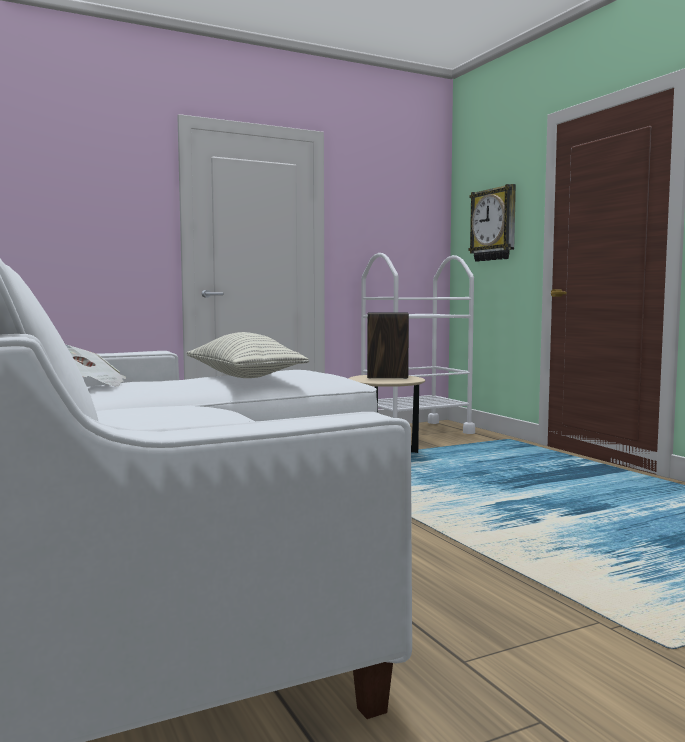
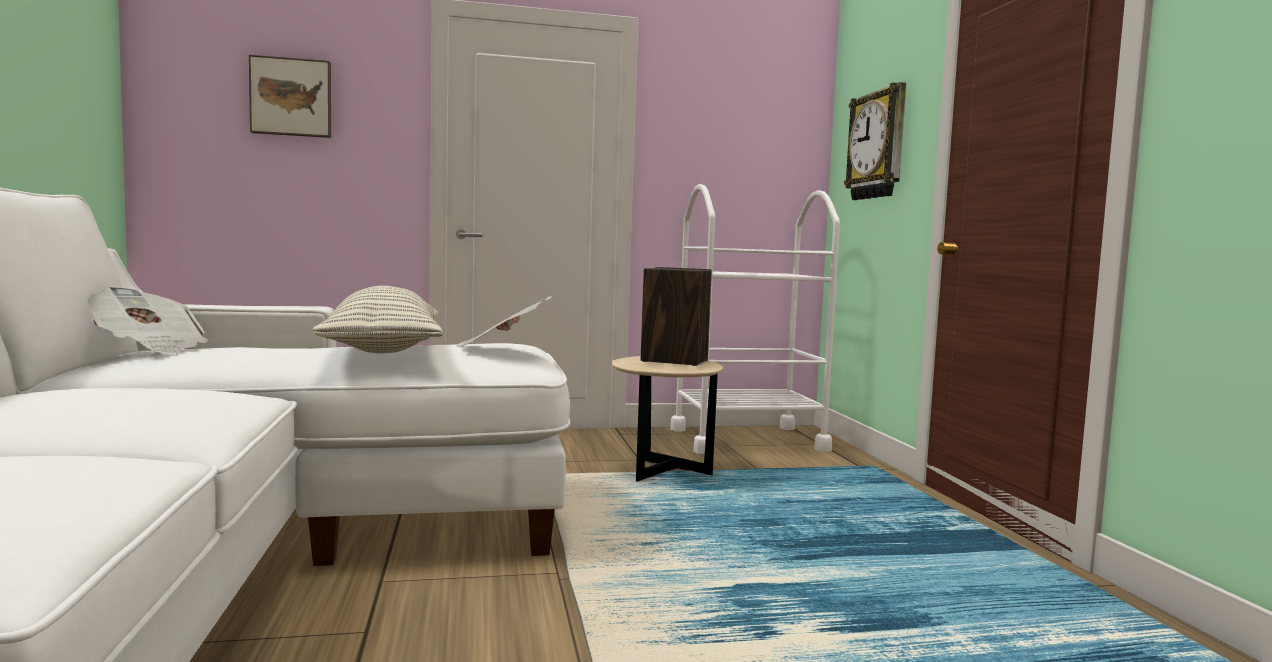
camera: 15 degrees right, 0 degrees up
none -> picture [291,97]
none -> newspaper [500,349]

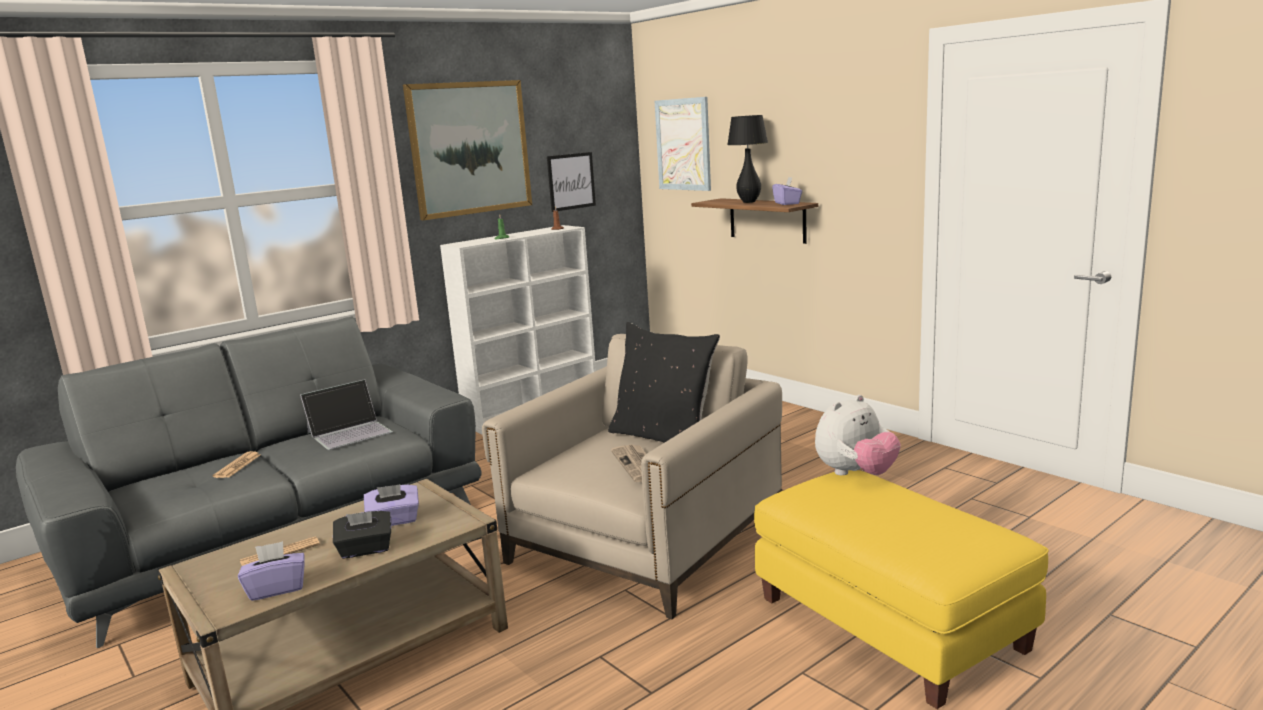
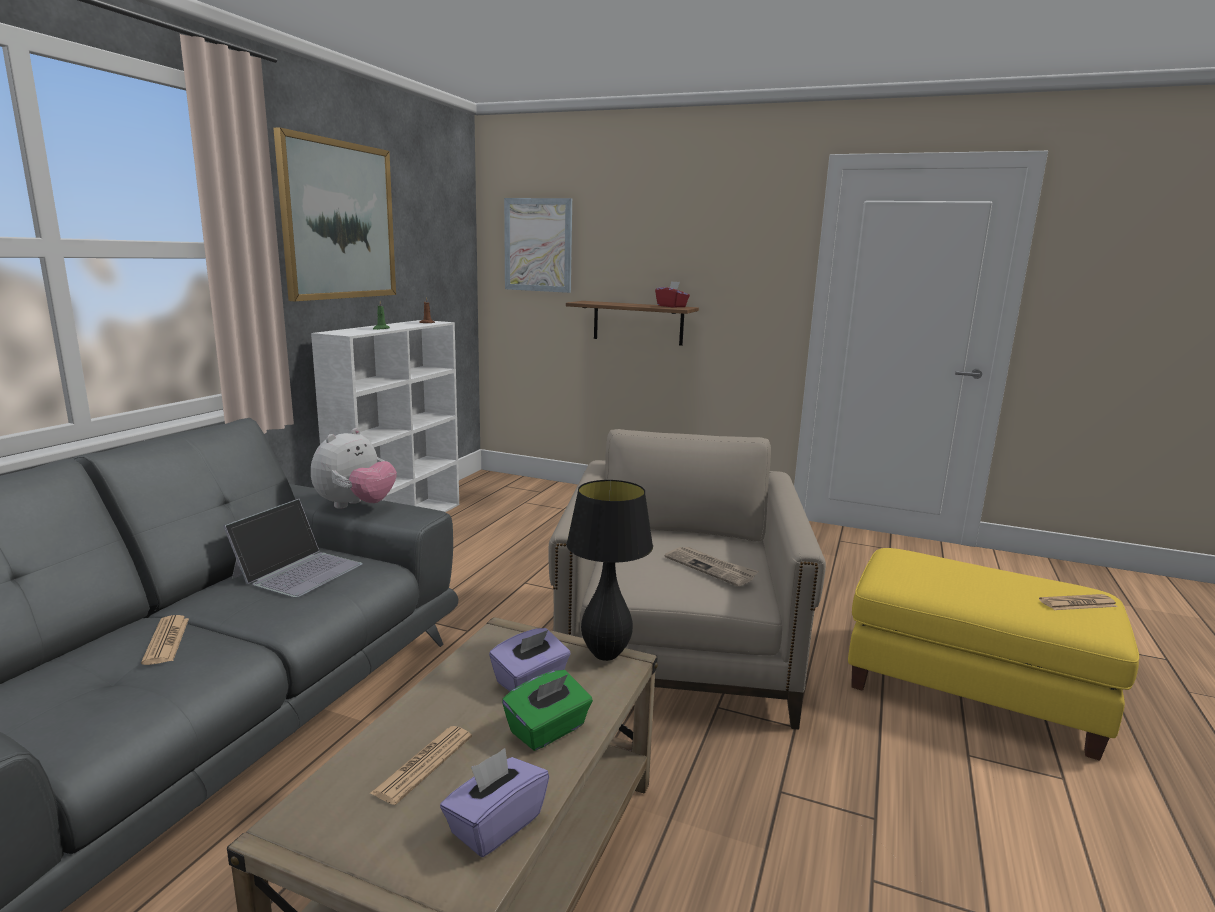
camera: 30 degrees left, 0 degrees up
tissue box in black [365,550] -> tissue box in green [548,730]
picture [571,181] -> none
pillow in black [664,437] -> none
table lamp in black [749,202] -> table lamp in black [605,654], shifted
tissue box in purple [787,203] -> tissue box in red [671,306]
plush toy [855,474] -> plush toy [355,506], shifted
none -> newspaper [1077,603]

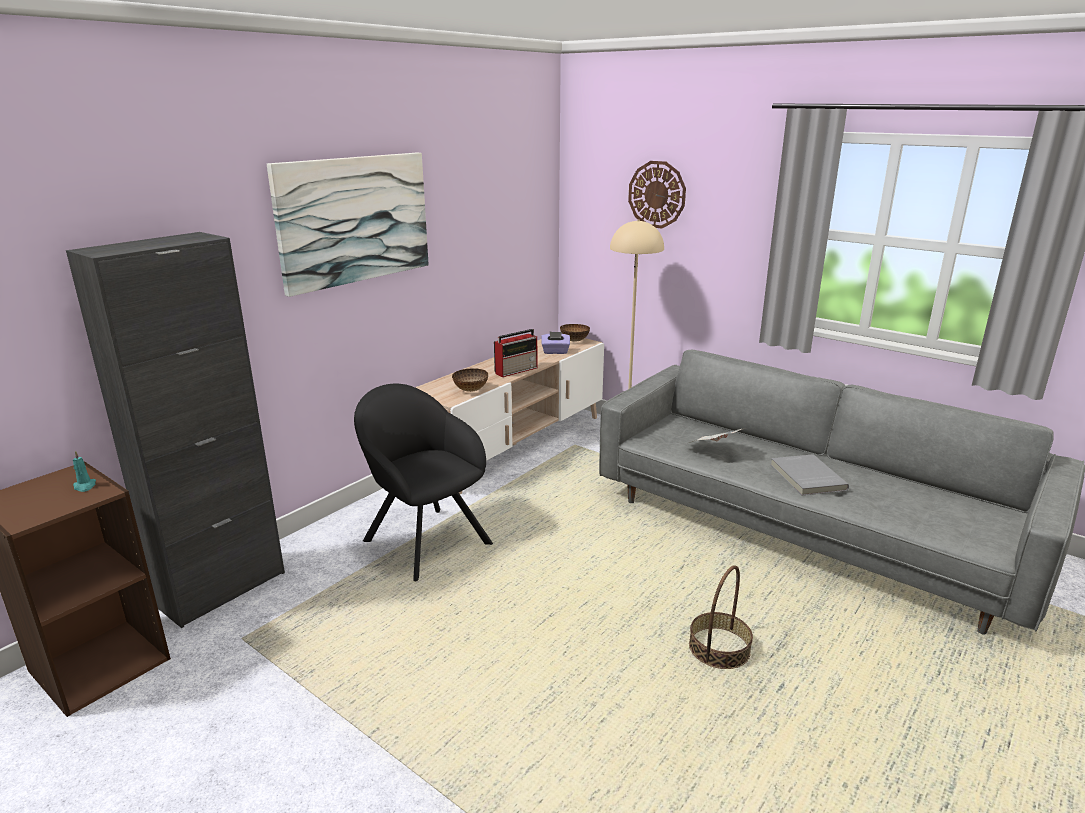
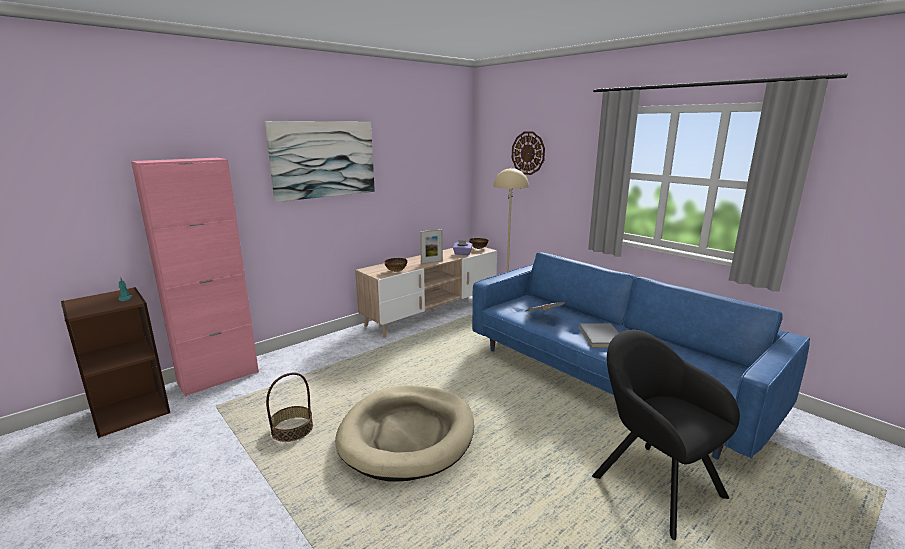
camera: 10 degrees right, 5 degrees down
cabinet in black [222,589] -> cabinet in pink [219,378]
armchair in black [424,539] -> armchair in black [652,482], shifted
radio [517,370] -> picture frame [431,262]
sofa in grey [806,530] -> sofa in blue [608,378]
basket [719,648] -> basket [292,429], shifted
none -> dog bed in beige [407,434]

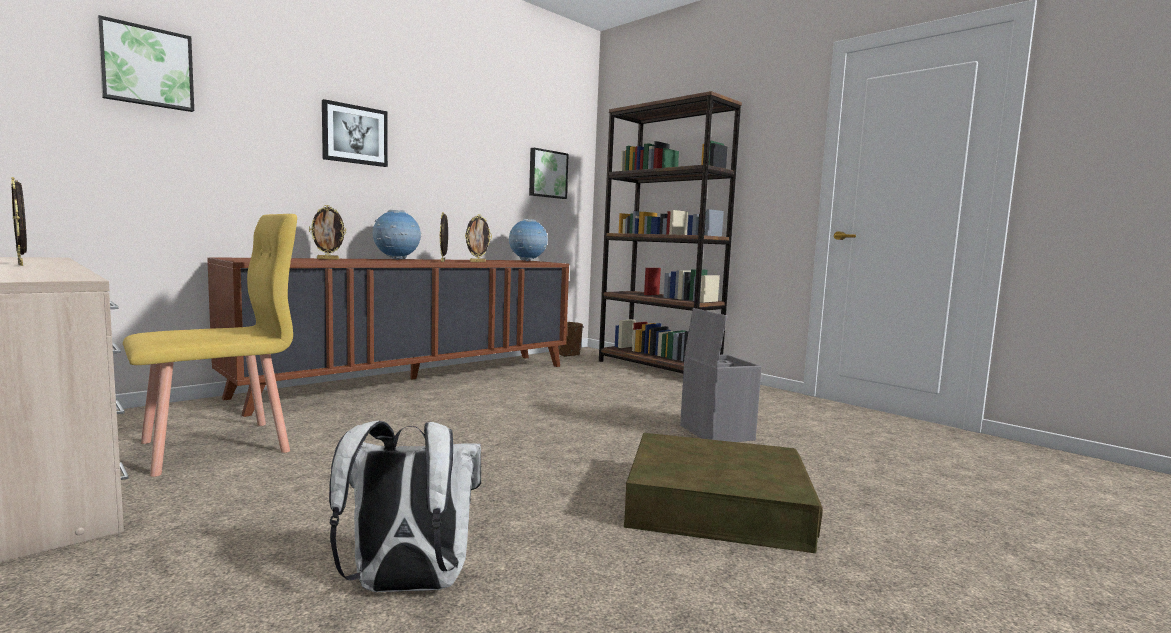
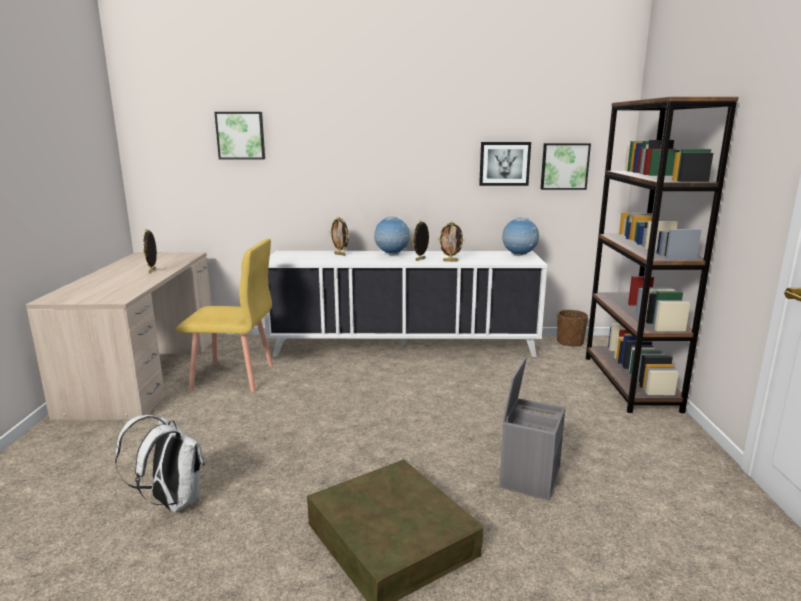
camera: 45 degrees right, 10 degrees up
cabinet in brown [416,380] -> cabinet in white [403,347]
picture [354,134] -> picture [504,163], shifted

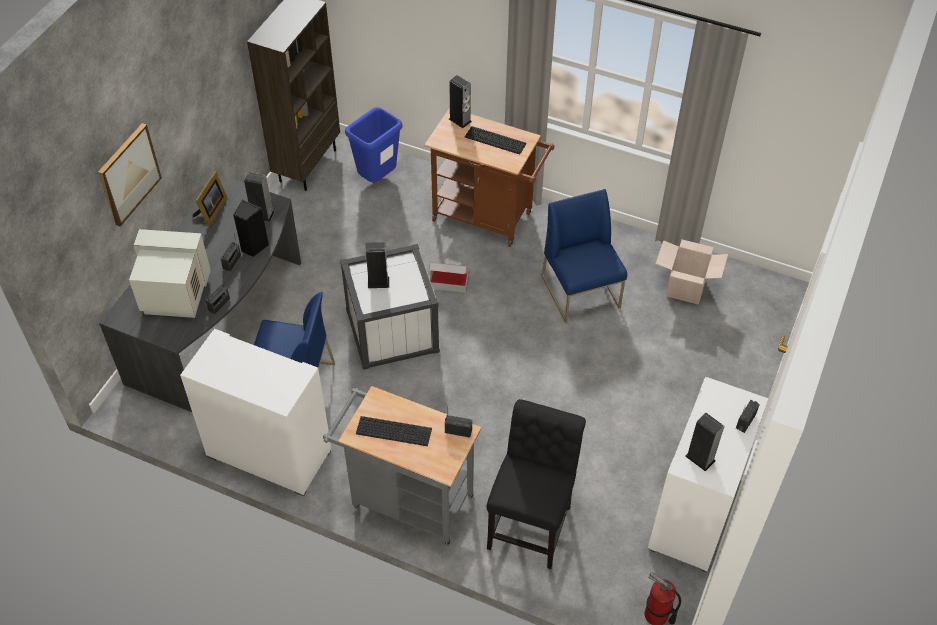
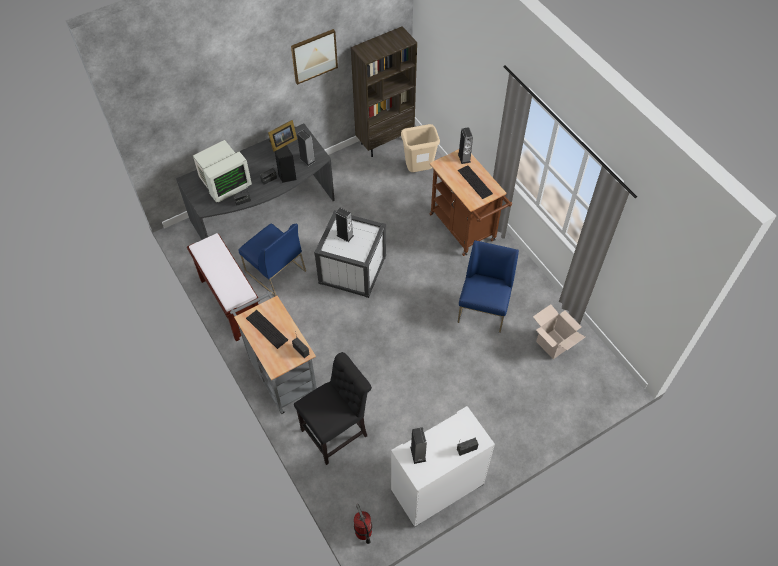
camera: 35 degrees right, 5 degrees up
picture [128,174] -> picture [314,56], shifted
monitor [175,296] -> monitor [224,184], 105 degrees clockwise
cabinet in white [268,454] -> bench in brown [231,302]
trash can in blue [378,178] -> trash can in beige [419,170]
cardboard box [449,280] -> none

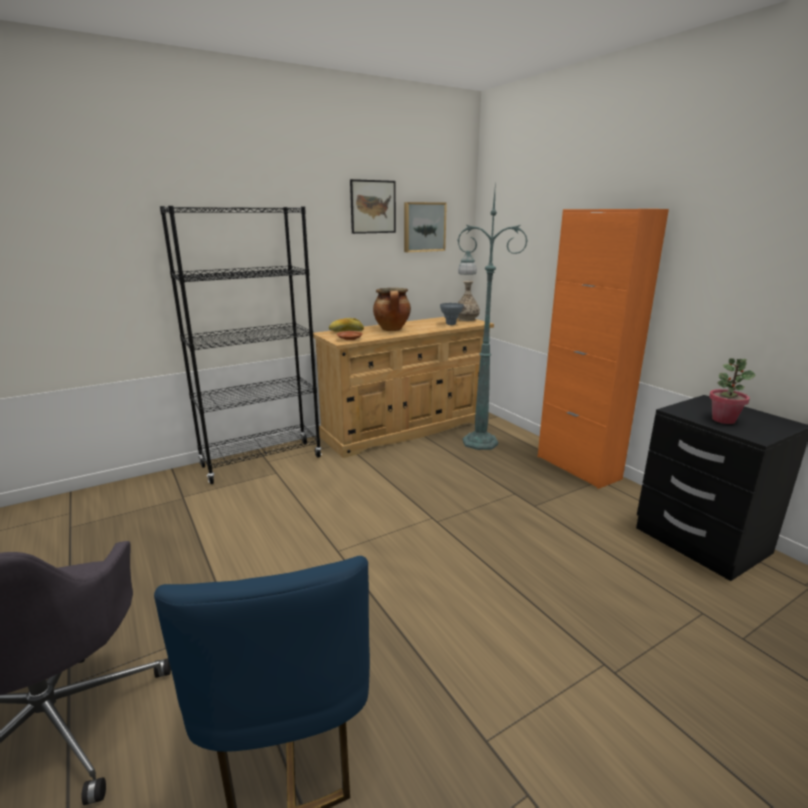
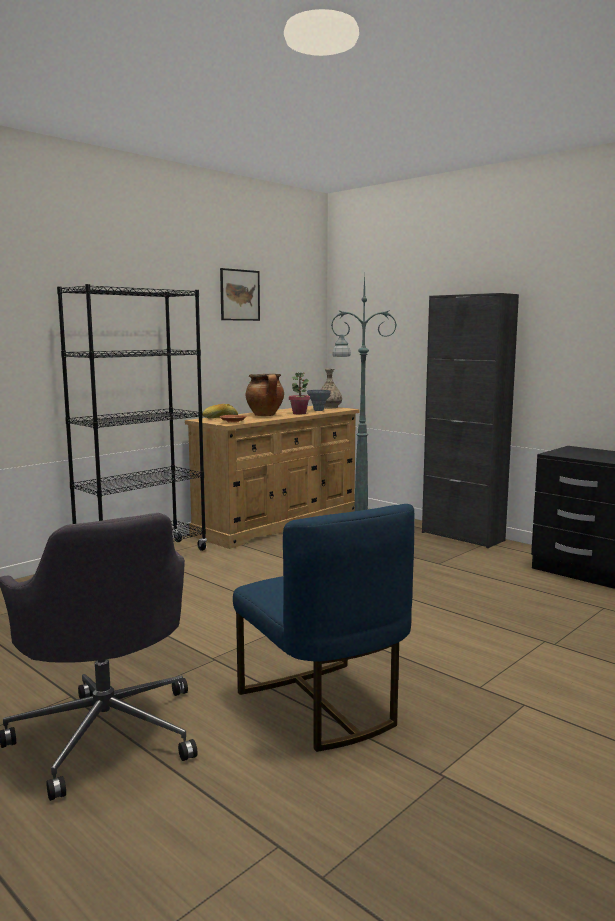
camera: 15 degrees left, 10 degrees down
picture [423,227] -> none
cabinet in orange [578,467] -> cabinet in black [462,536]
potted plant [723,420] -> potted plant [299,413], shifted

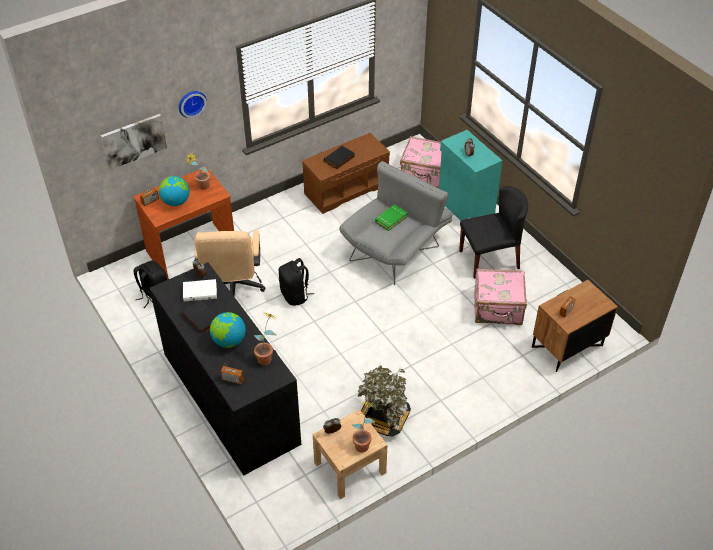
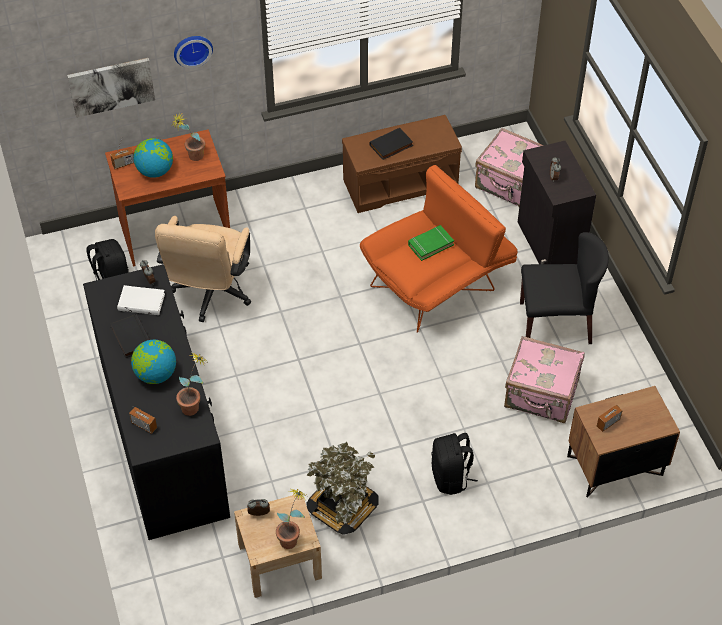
camera: 15 degrees right, 5 degrees up
backpack in black [295,295] -> backpack in black [451,477], shifted
armchair in grey [397,248] -> armchair in orange [438,282]
cabinet in turquoise [465,209] -> cabinet in black [548,244]

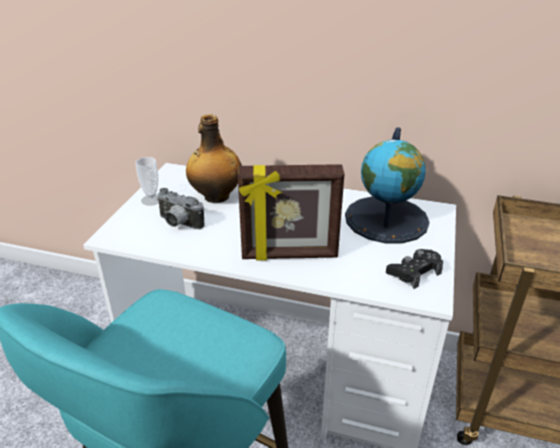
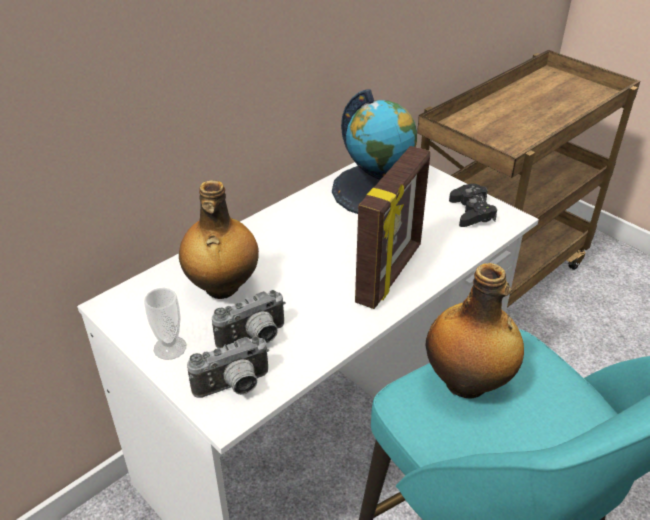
camera: 60 degrees left, 5 degrees up
none -> photo camera [234,387]
none -> bottle [467,383]

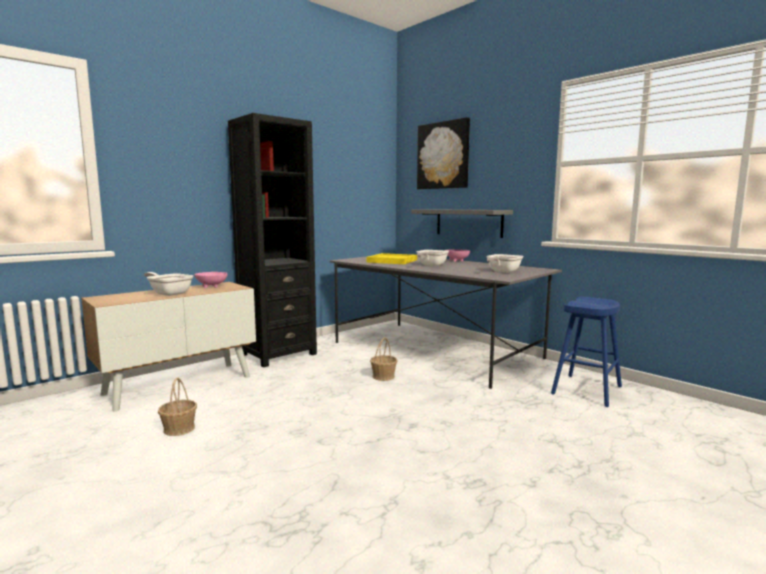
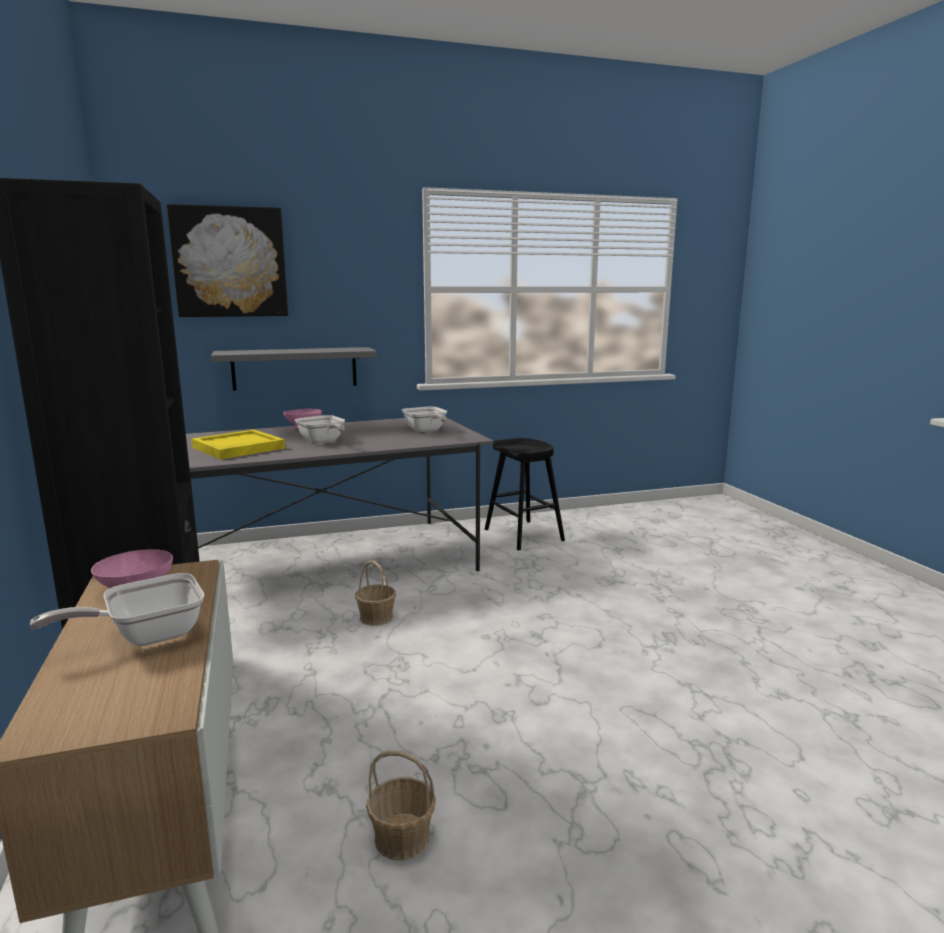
camera: 65 degrees left, 5 degrees up
stool in blue [586,390] -> stool in black [523,535]

